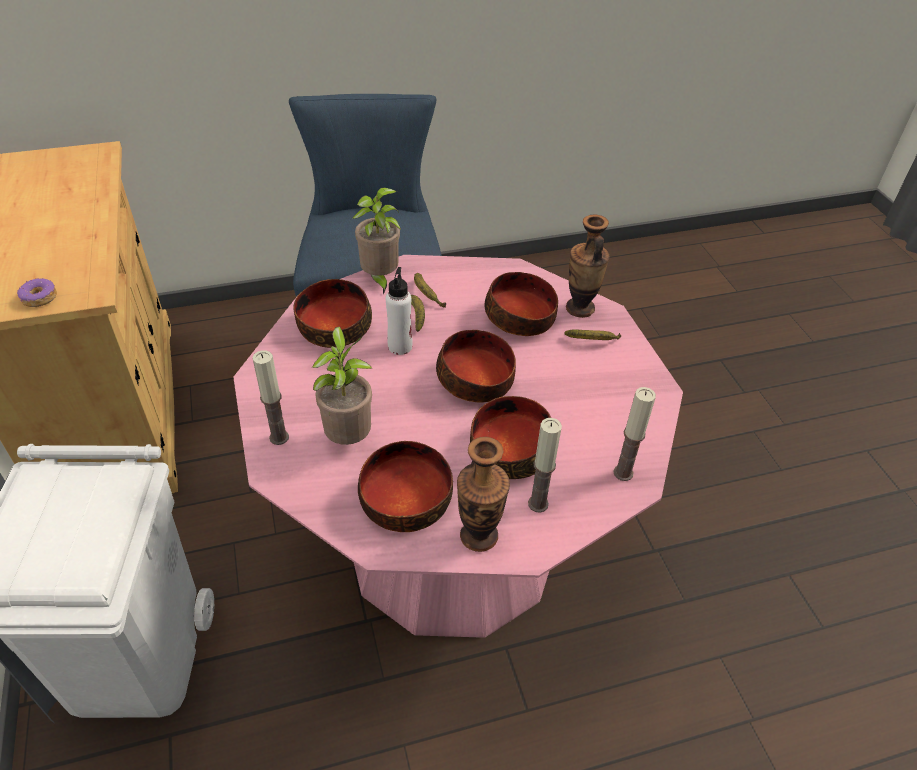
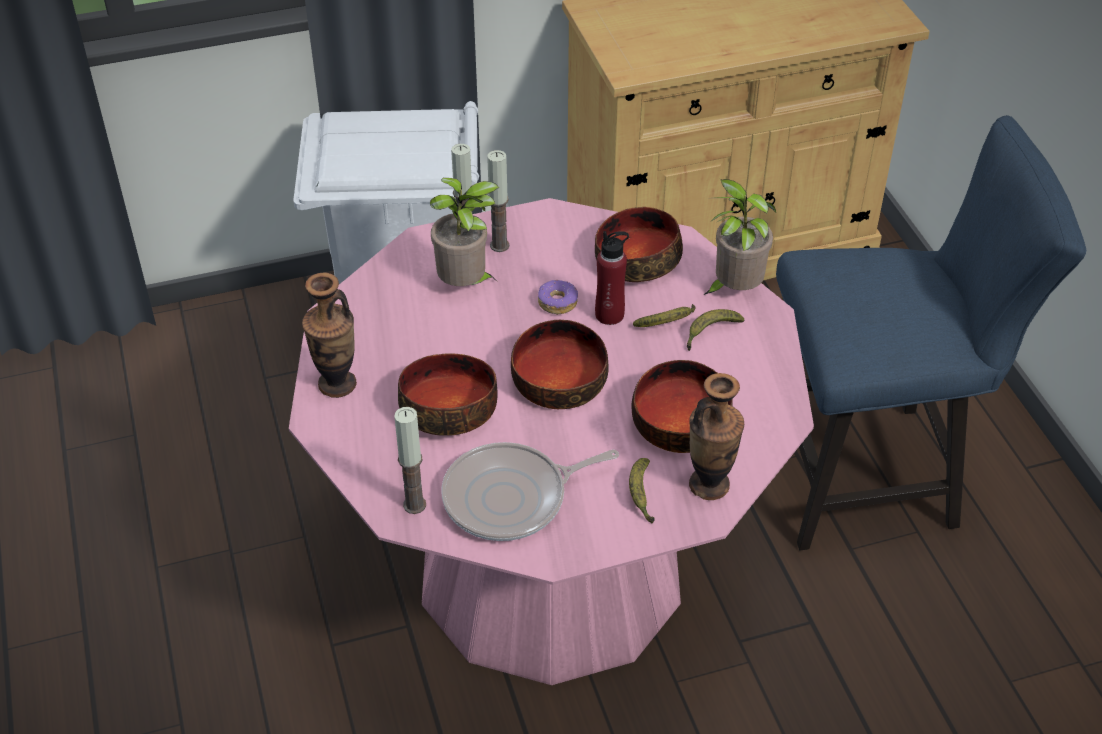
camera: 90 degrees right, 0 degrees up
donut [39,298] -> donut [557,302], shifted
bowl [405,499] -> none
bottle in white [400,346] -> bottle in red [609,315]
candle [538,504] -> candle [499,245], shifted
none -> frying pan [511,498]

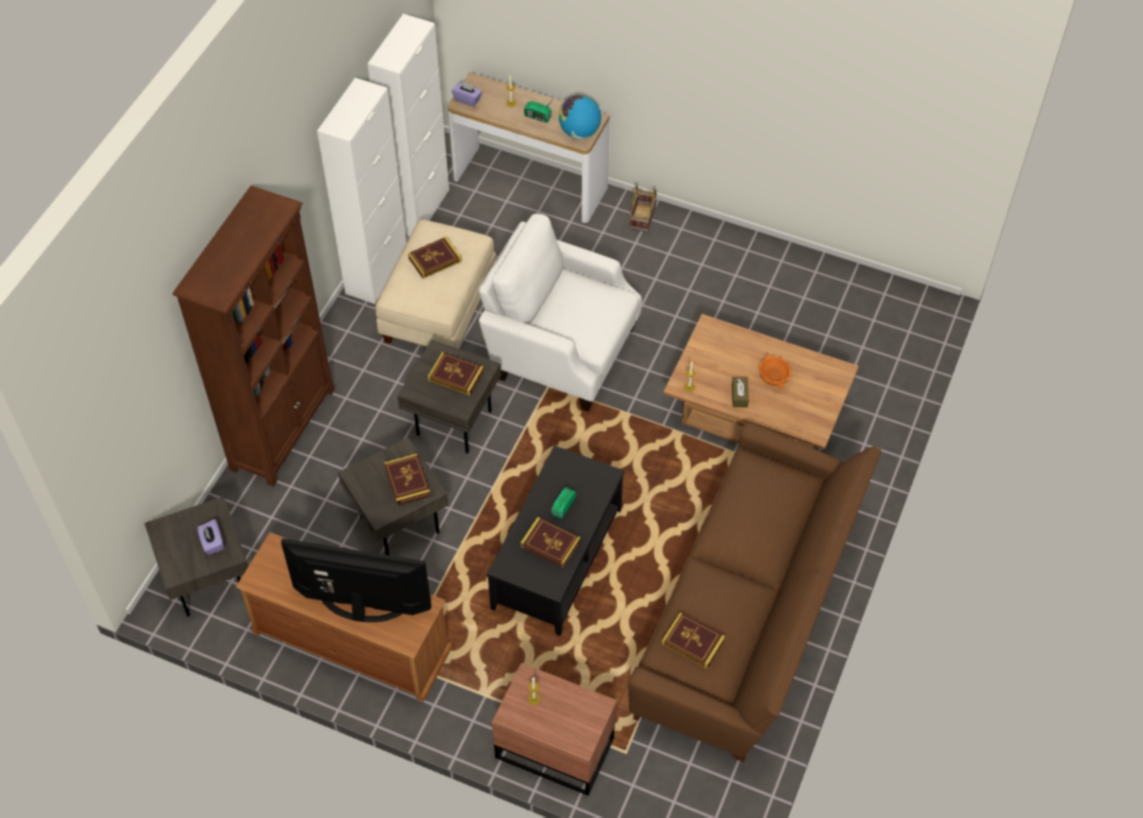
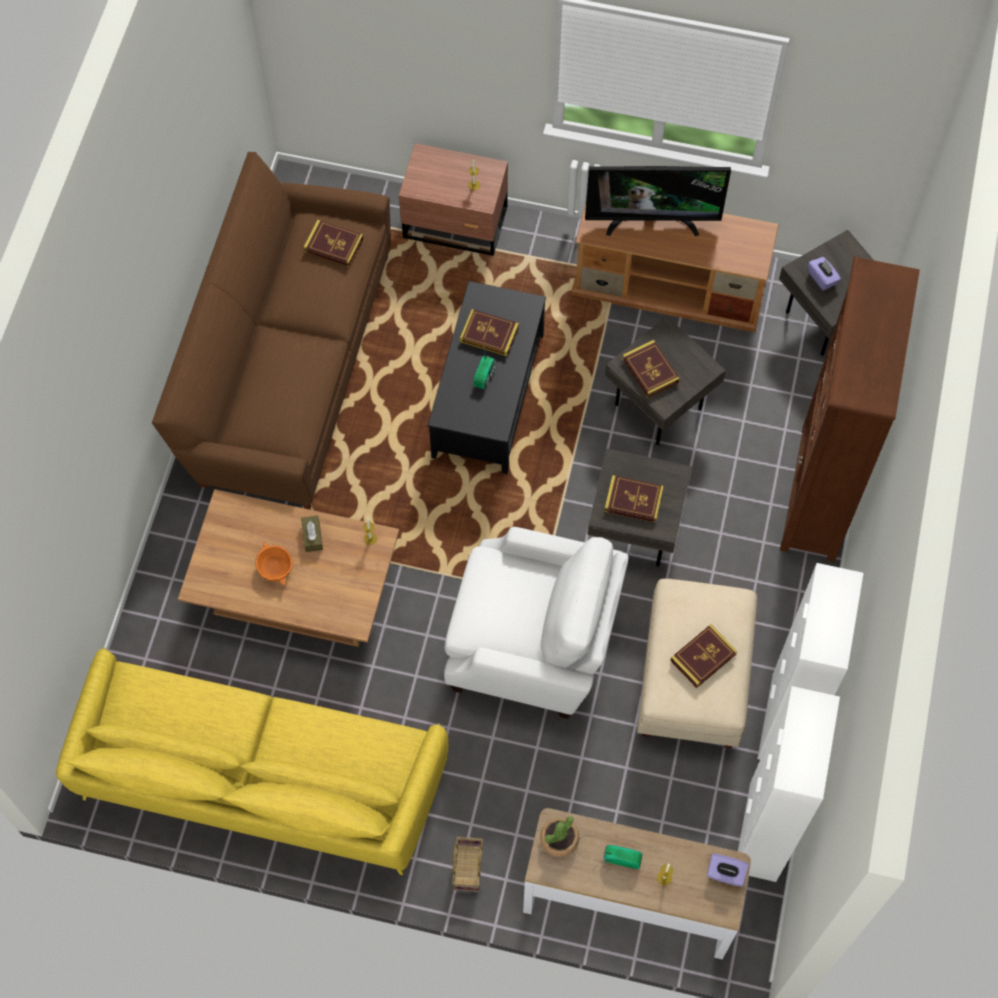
camera: 170 degrees right, 10 degrees up
globe [579,132] -> potted plant [559,839]
none -> sofa in yellow [259,780]

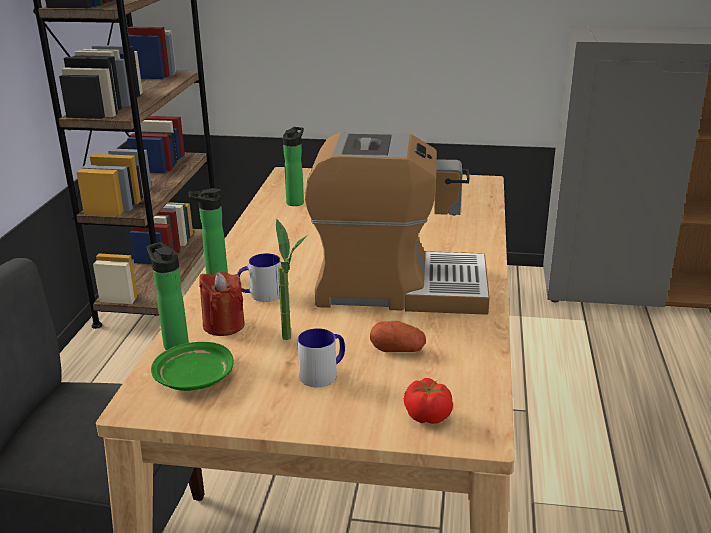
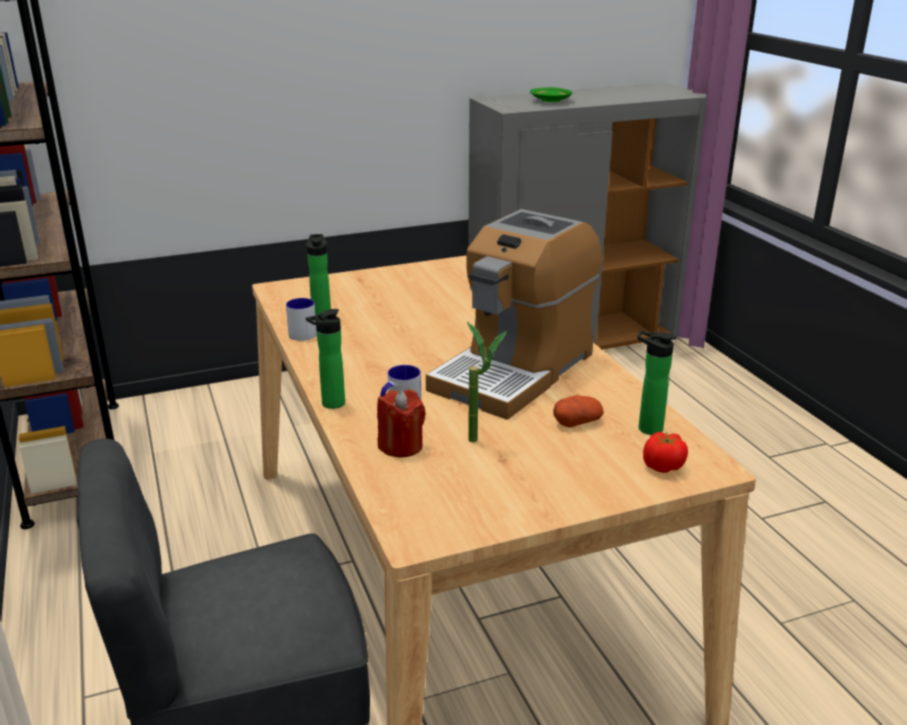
camera: 30 degrees left, 0 degrees up
bottle [174,343] -> bottle [646,428], shifted
plate in green [194,378] -> plate in green [550,101], shifted
mug [324,373] -> mug [305,332], shifted
coffee machine [398,287] -> coffee machine [514,371], 150 degrees clockwise

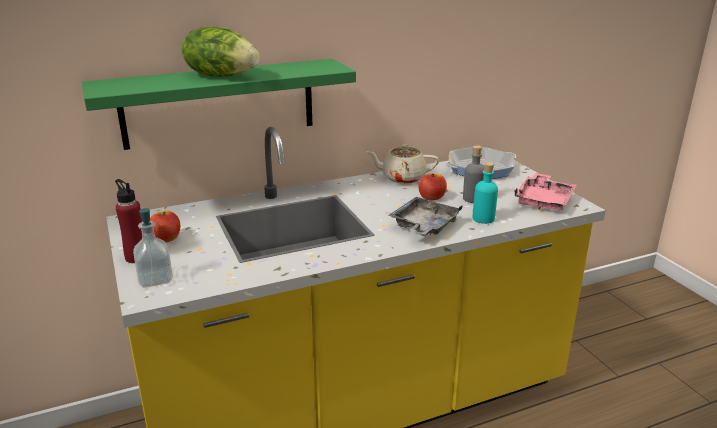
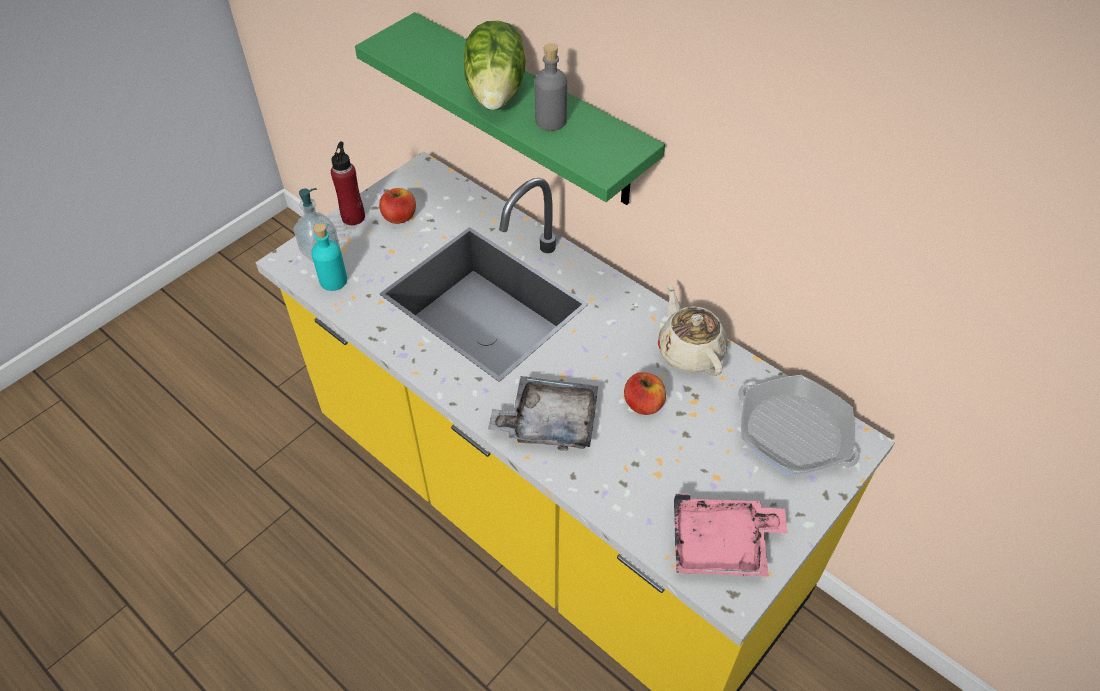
camera: 65 degrees right, 25 degrees up
bottle in grey [473,199] -> bottle in grey [550,121], shifted
bottle in turquoise [483,218] -> bottle in turquoise [333,281], shifted

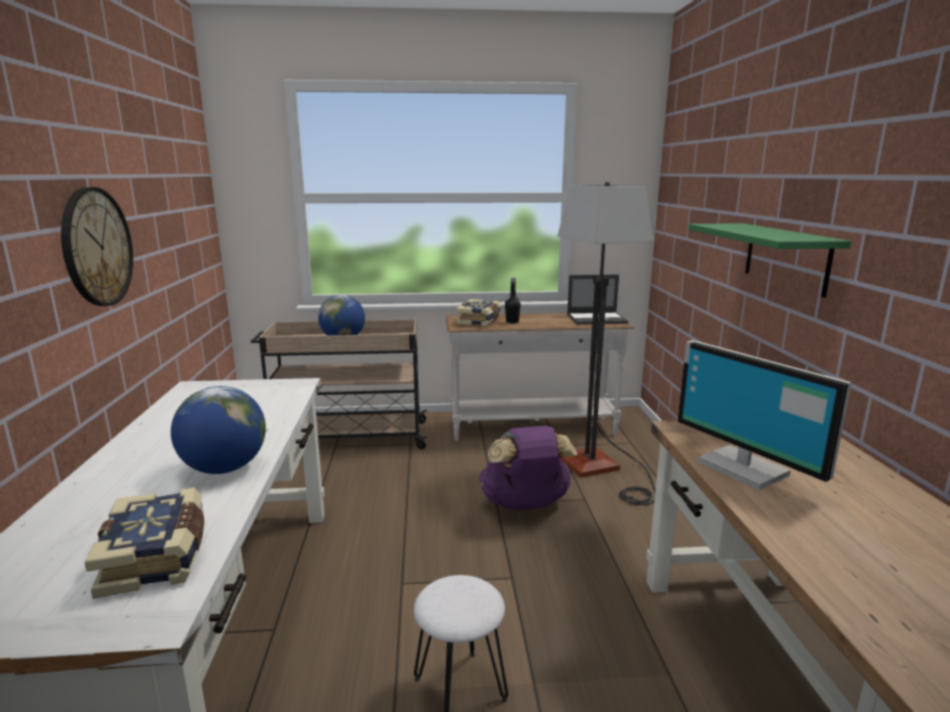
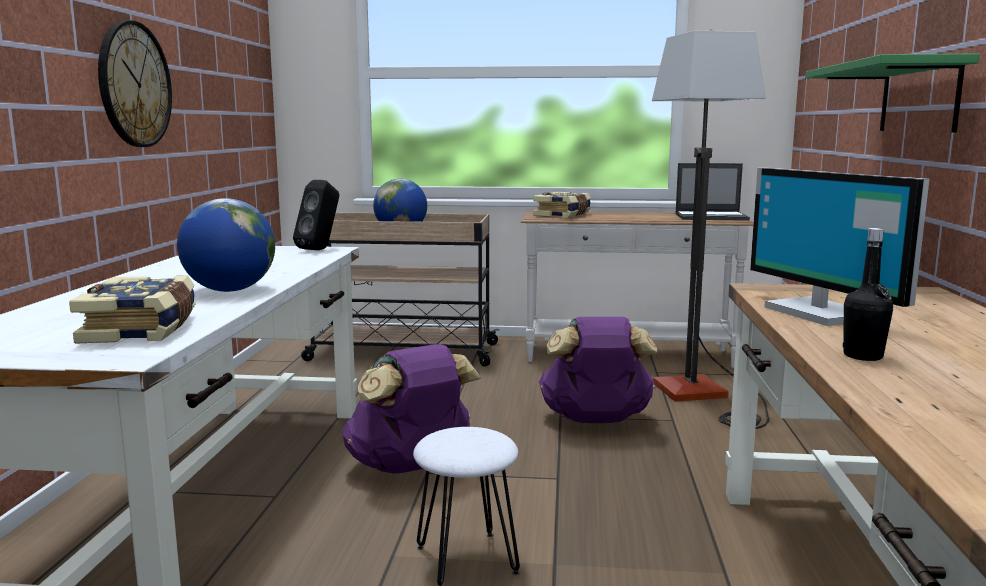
camera: 10 degrees right, 5 degrees down
bottle in black [512,322] -> bottle in black [863,356], shifted
none -> speaker in black [320,249]
none -> backpack in purple [411,466]

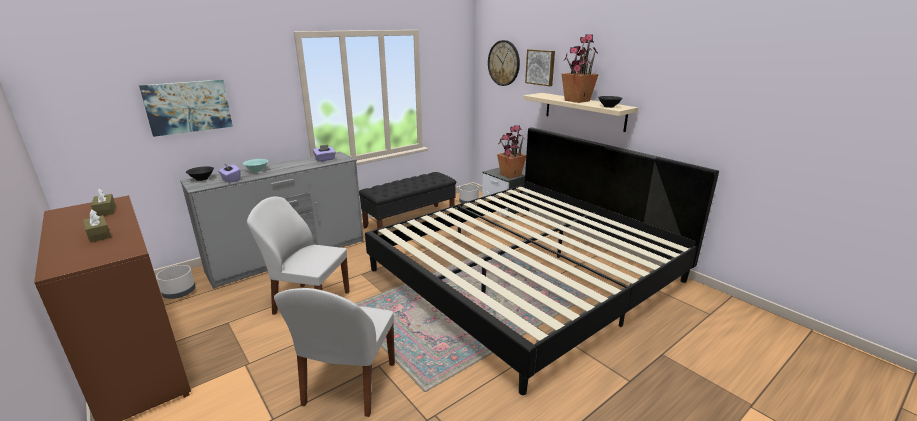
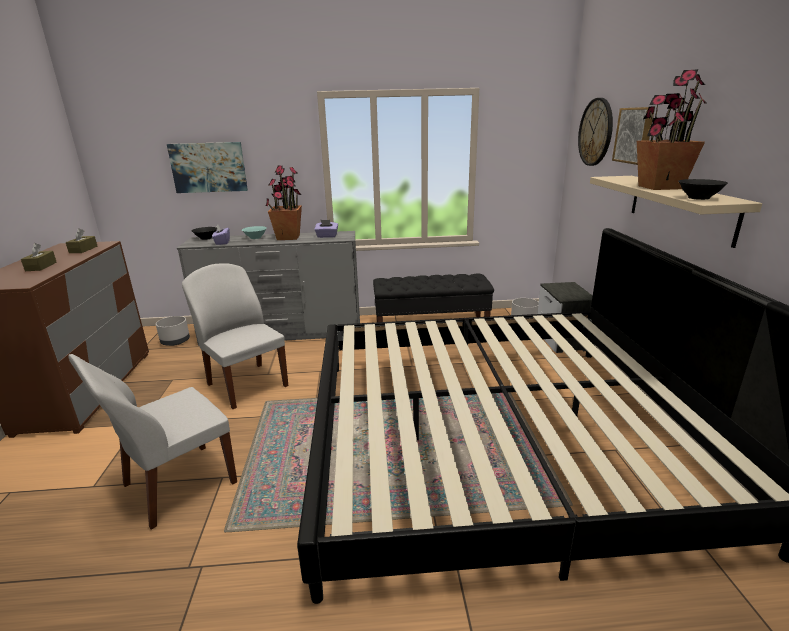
camera: 35 degrees right, 0 degrees up
potted plant [510,175] -> potted plant [288,237], shifted

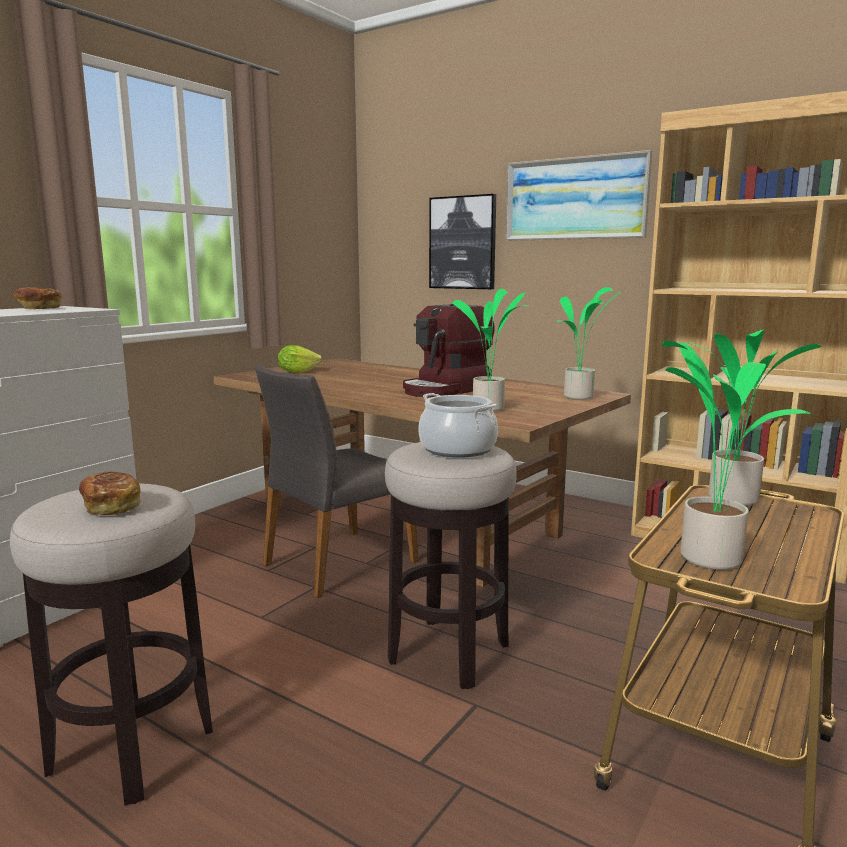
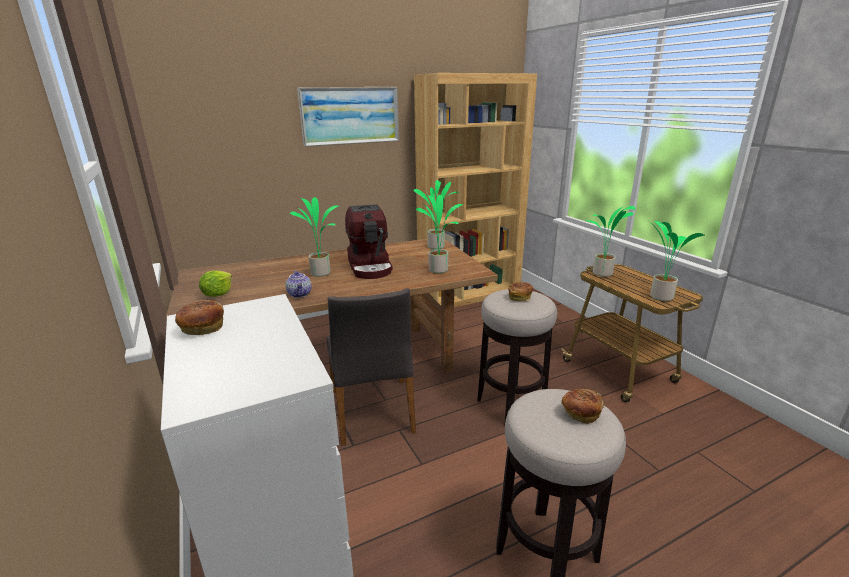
camera: 60 degrees left, 10 degrees up
cooking pot [458,449] -> bread [520,297]
picture [463,243] -> none
none -> teapot [300,294]
none -> potted plant [321,273]

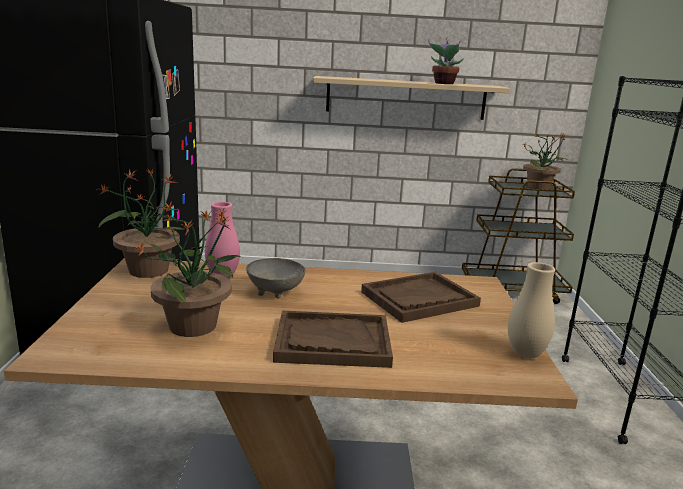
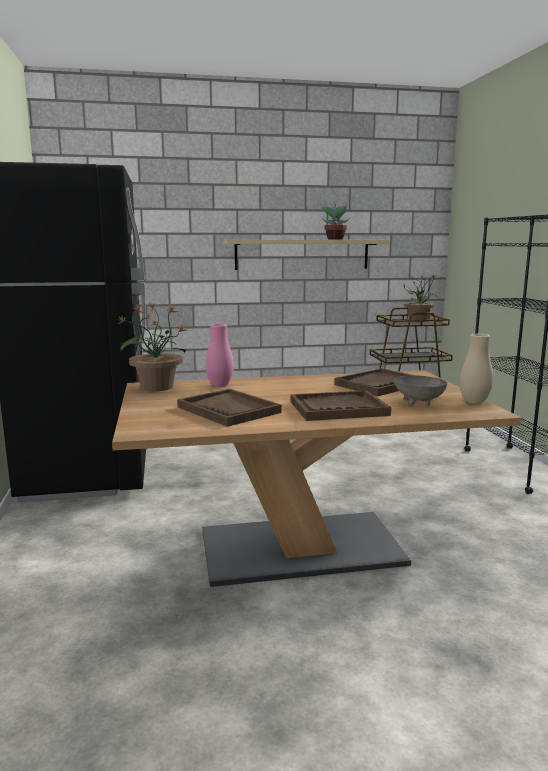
camera: 10 degrees left, 5 degrees down
potted plant [194,325] -> tray in brown [229,410]
bowl in grey [276,292] -> bowl in grey [419,402], shifted

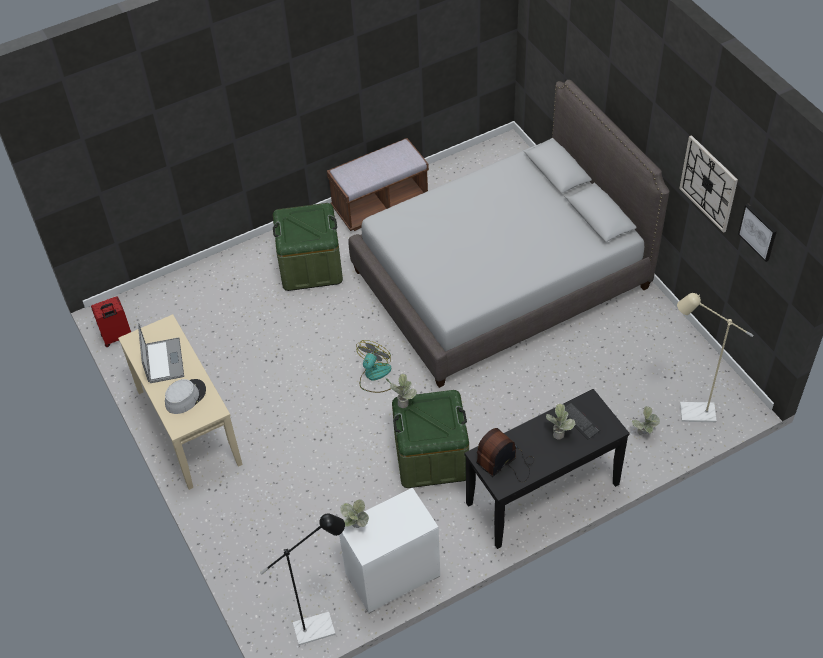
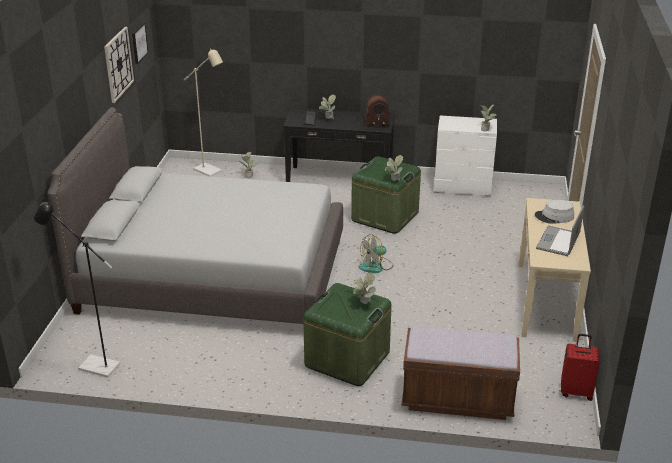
camera: 145 degrees left, 20 degrees down
floor lamp in black [321,626] -> floor lamp in black [93,365], shifted
bench in brown [380,205] -> bench in brown [457,399], shifted
none -> potted plant [363,304]

